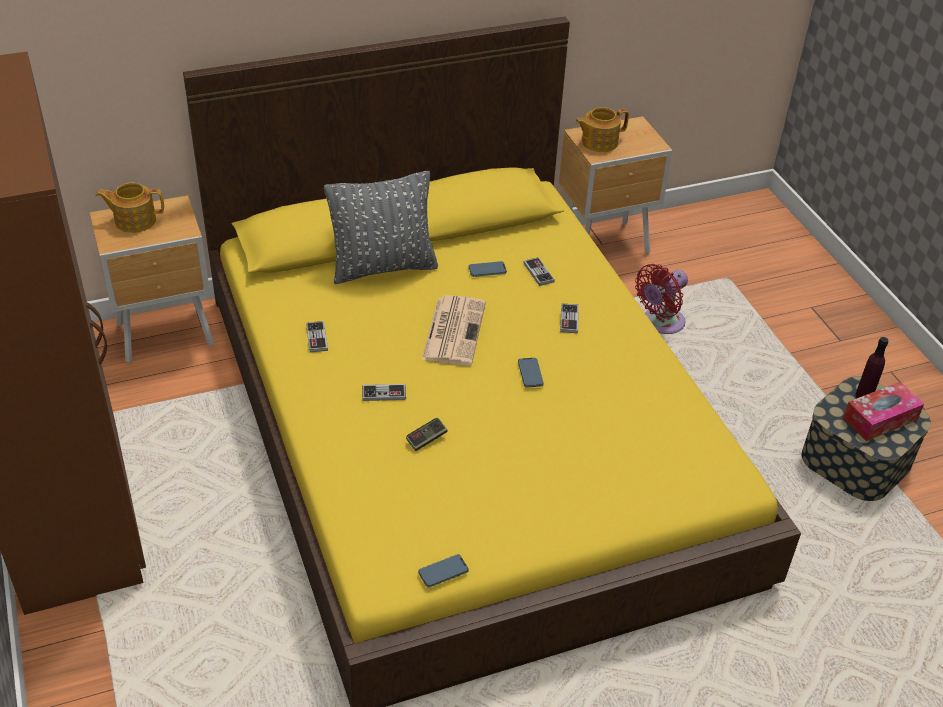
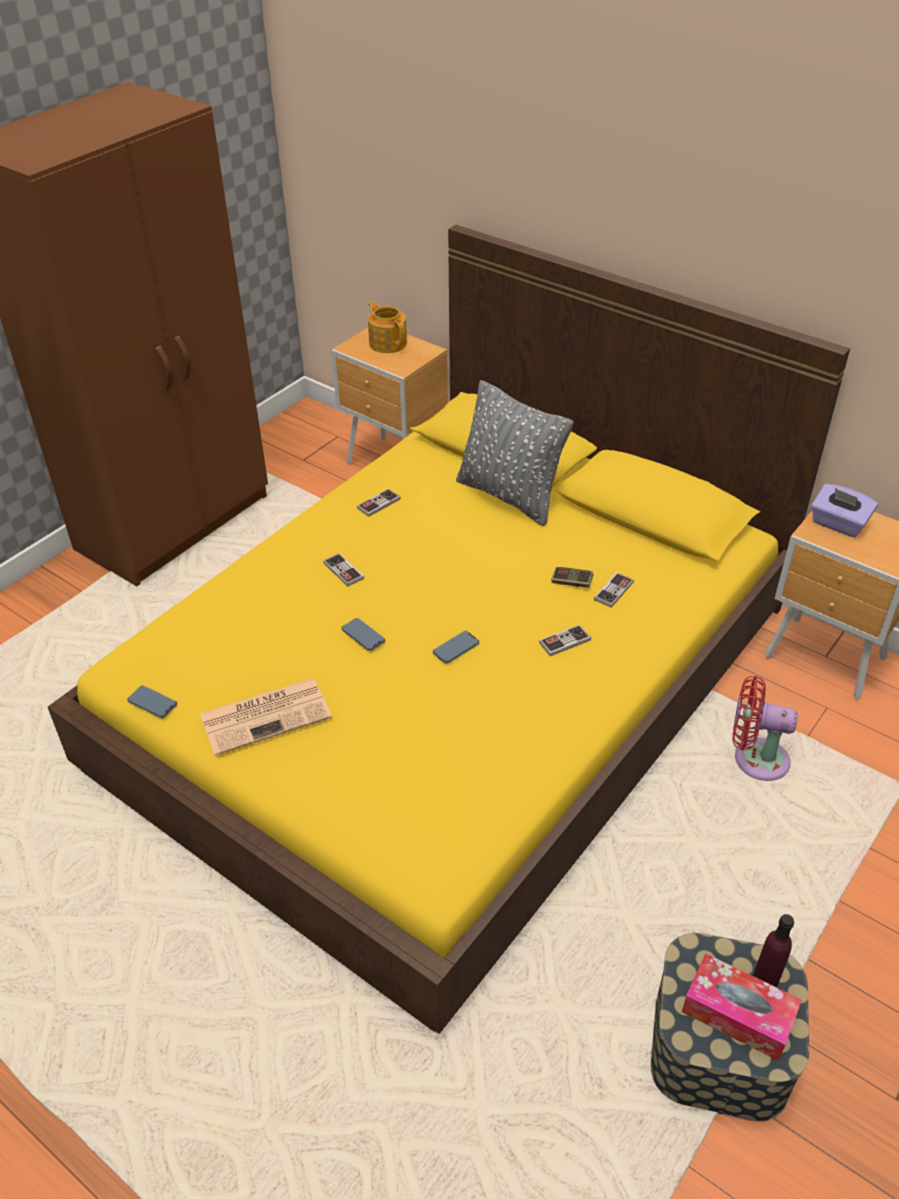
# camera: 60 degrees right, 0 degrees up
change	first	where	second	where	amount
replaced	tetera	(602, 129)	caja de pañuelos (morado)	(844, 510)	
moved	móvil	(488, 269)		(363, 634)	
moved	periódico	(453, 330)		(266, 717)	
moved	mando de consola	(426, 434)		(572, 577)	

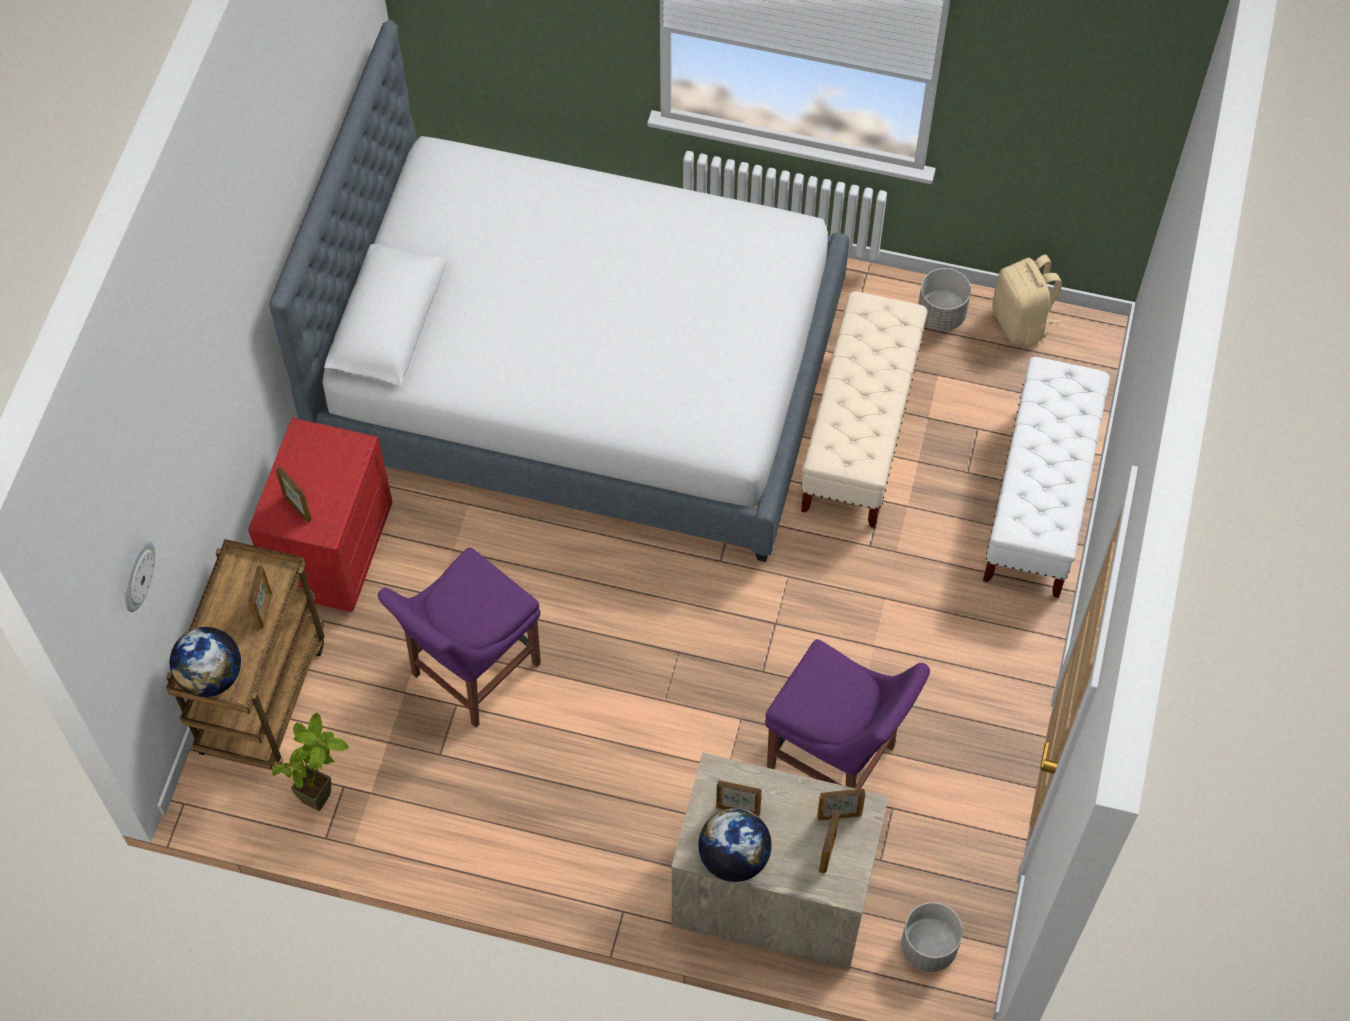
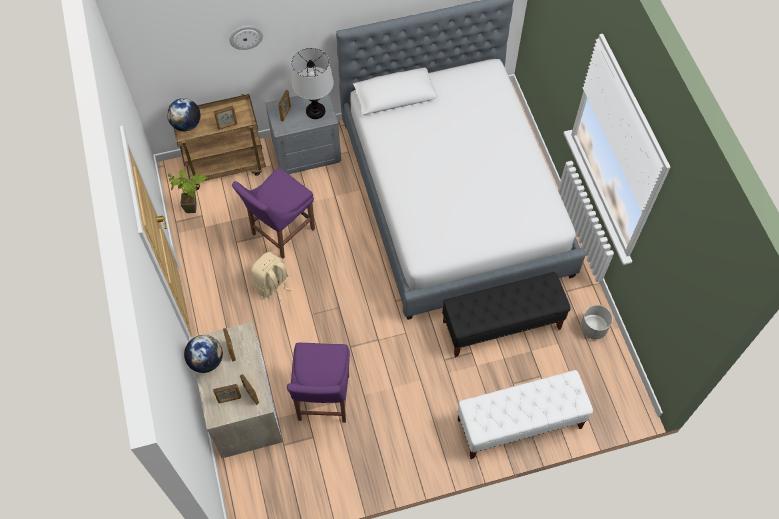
# camera: 60 degrees right, 0 degrees up
change	first	where	second	where	amount
moved	mochila (beis)	(1027, 300)		(272, 276)	
recoloured	banco (beis)	(864, 410)	banco (negro)	(506, 314)	
recoloured	mesita de noche (rojo)	(320, 515)	mesita de noche (gris)	(303, 134)	
moved	reloj de pared	(140, 576)		(246, 38)	
turned	silla (morado)	(459, 637)		(273, 213)	60 degrees counterclockwise
removed	maceta (gris)	(932, 937)			
added			lámpara de mesa	(312, 83)	

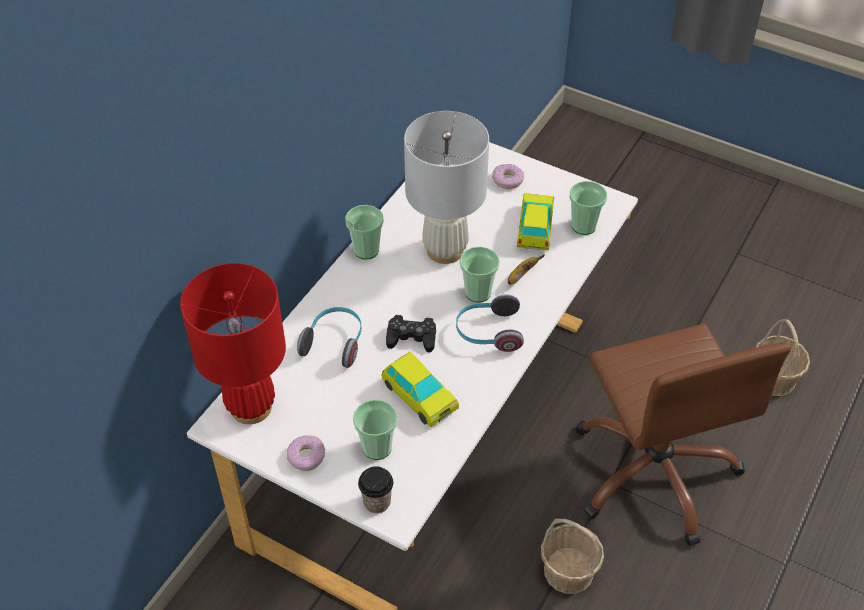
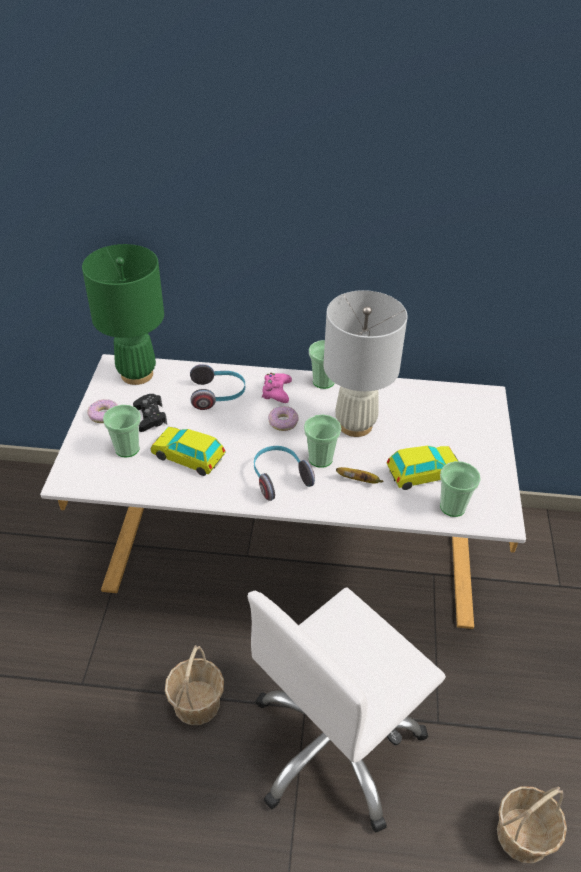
# camera: 65 degrees right, 5 degrees down
change	first	where	second	where	amount
moved	rosquilla	(508, 176)		(283, 418)	
recoloured	lámpara de mesa (rojo)	(233, 343)	lámpara de mesa (verde)	(123, 314)	
moved	mando de consola (negro)	(411, 334)		(150, 413)	
recoloured	silla de oficina (marrón)	(683, 434)	silla de oficina (blanco)	(347, 710)	
turned	coche de juguete	(420, 389)		(188, 451)	90 degrees clockwise
removed	taza	(375, 489)			
added			mando de consola (rosa)	(277, 388)	

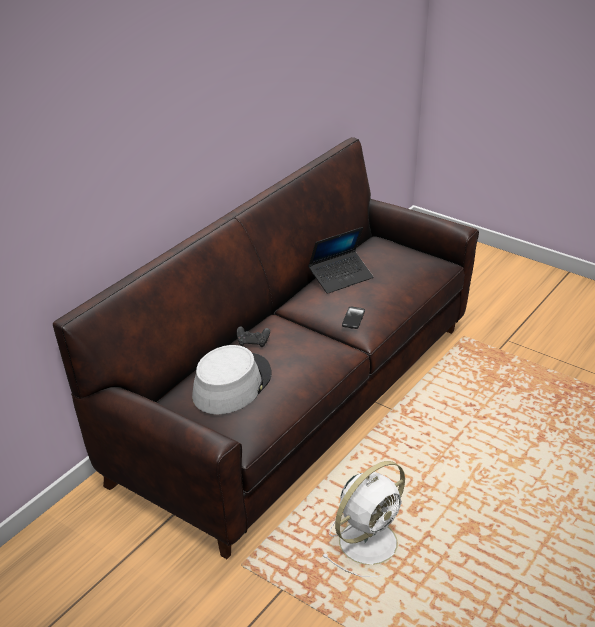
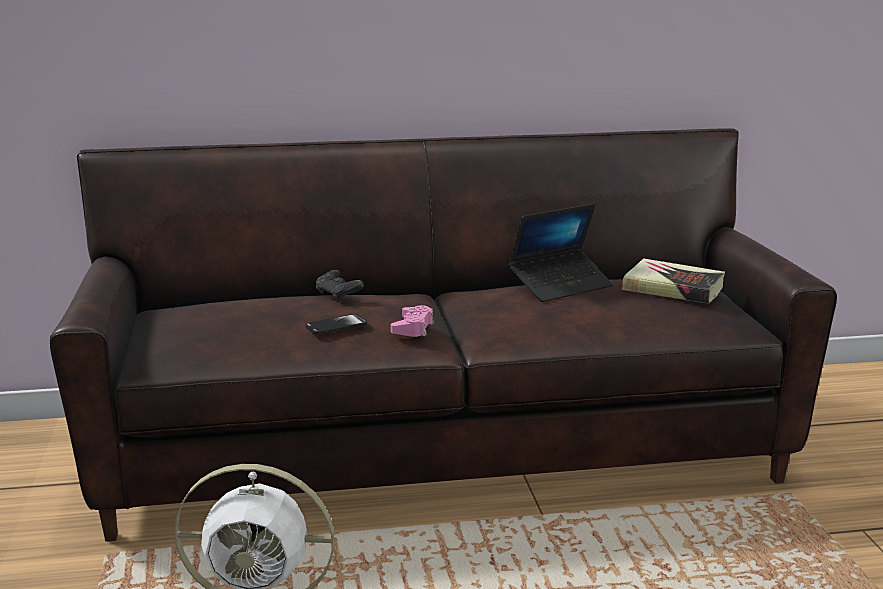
# camera: 45 degrees right, 15 degrees down
change	first	where	second	where	amount
turned	portátil	(340, 260)		(560, 253)	45 degrees counterclockwise
moved	móvil	(353, 317)		(336, 324)	
removed	sombrero (gris)	(232, 380)			
added			libro	(673, 281)	
added			mando de consola (rosa)	(412, 321)	

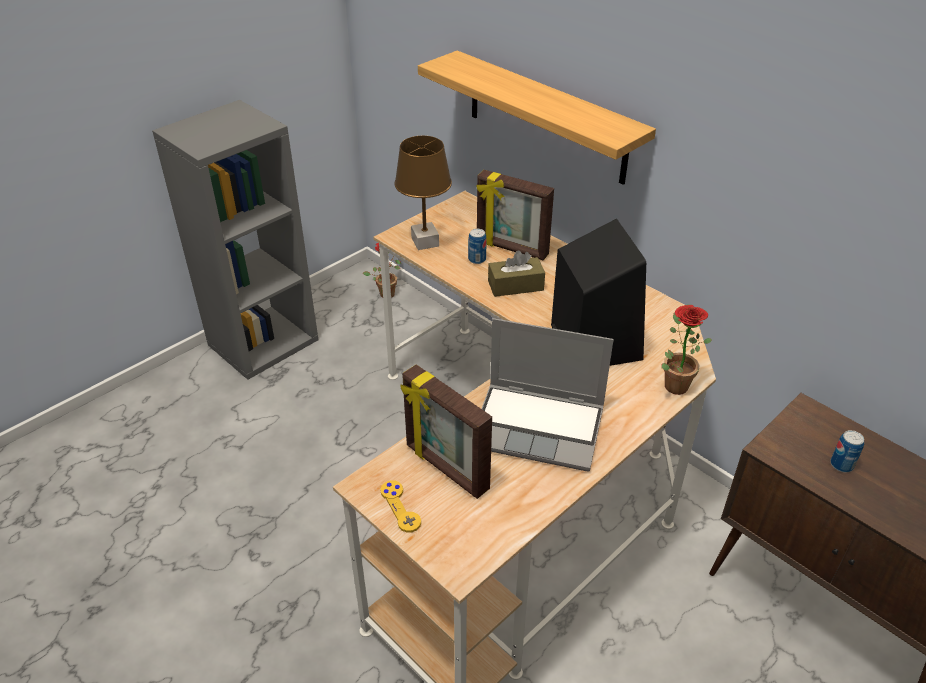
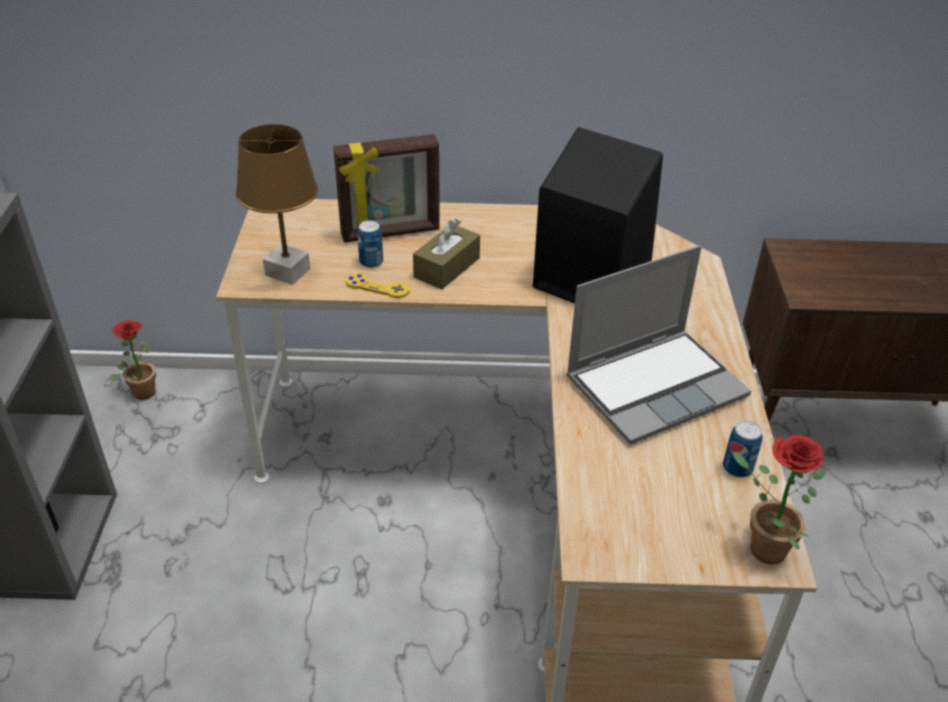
# camera: 45 degrees left, 0 degrees up
change	first	where	second	where	amount
removed	estante	(537, 117)			
moved	planta en maceta	(686, 350)		(779, 500)	
removed	portarretratos	(446, 431)			
moved	lata	(847, 451)		(743, 449)	
moved	mando de consola (amarillo)	(400, 506)		(377, 285)	

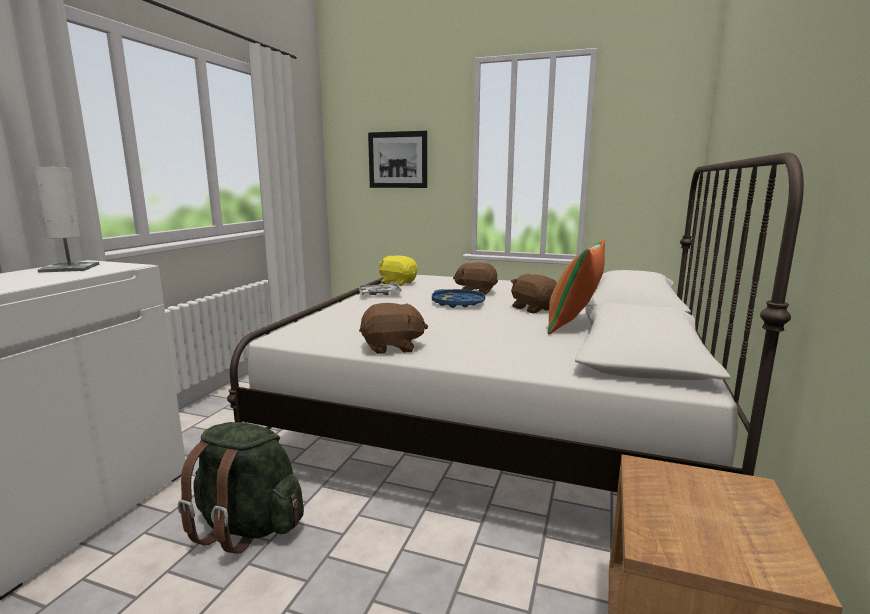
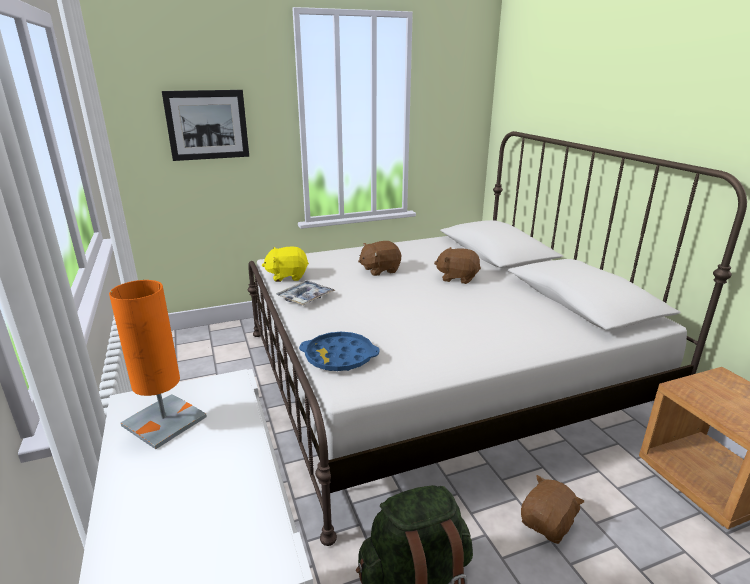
# camera: 40 degrees left, 10 degrees up
change	first	where	second	where	amount
recoloured	lámpara de mesa (blanco)	(66, 220)	lámpara de mesa (naranja)	(158, 364)	
removed	cojín	(576, 286)			
moved	bandeja (azul)	(458, 298)		(339, 351)	
moved	peluche (marrón)	(393, 328)		(552, 509)	

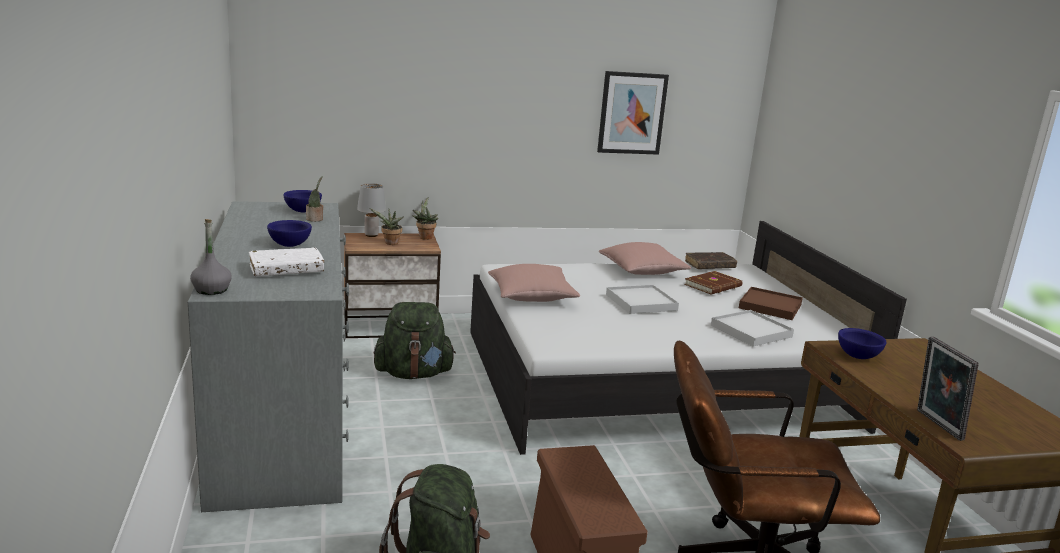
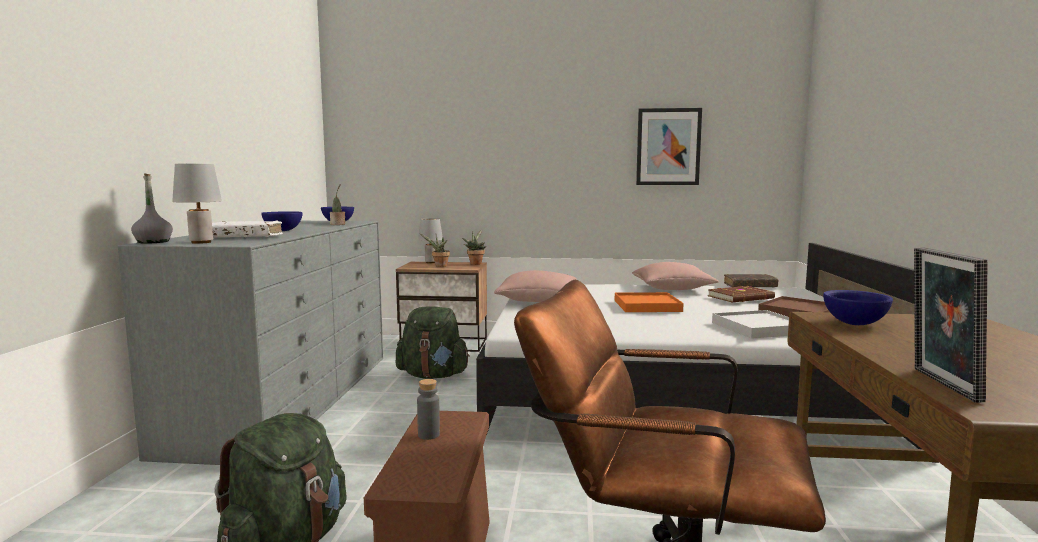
# camera: 20 degrees right, 10 degrees down
change	first	where	second	where	amount
recoloured	bandeja (blanco)	(642, 299)	bandeja (naranja)	(649, 302)	
added			lámpara de mesa (gris)	(197, 204)	
added			botella (gris)	(428, 409)	

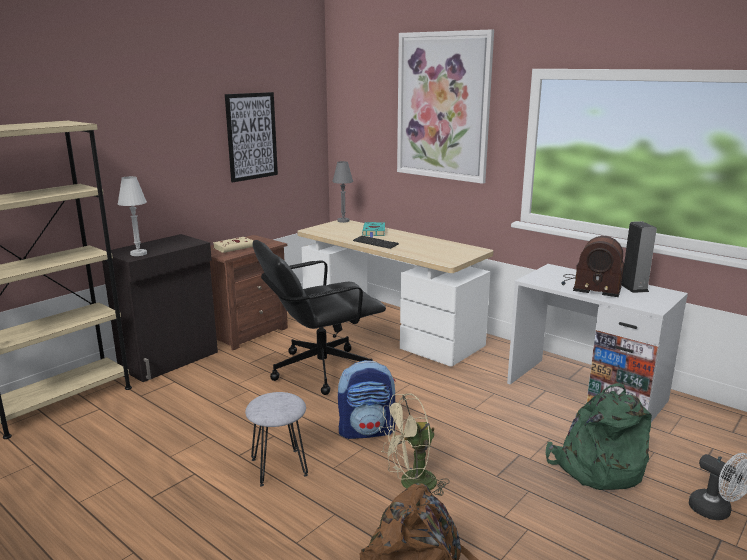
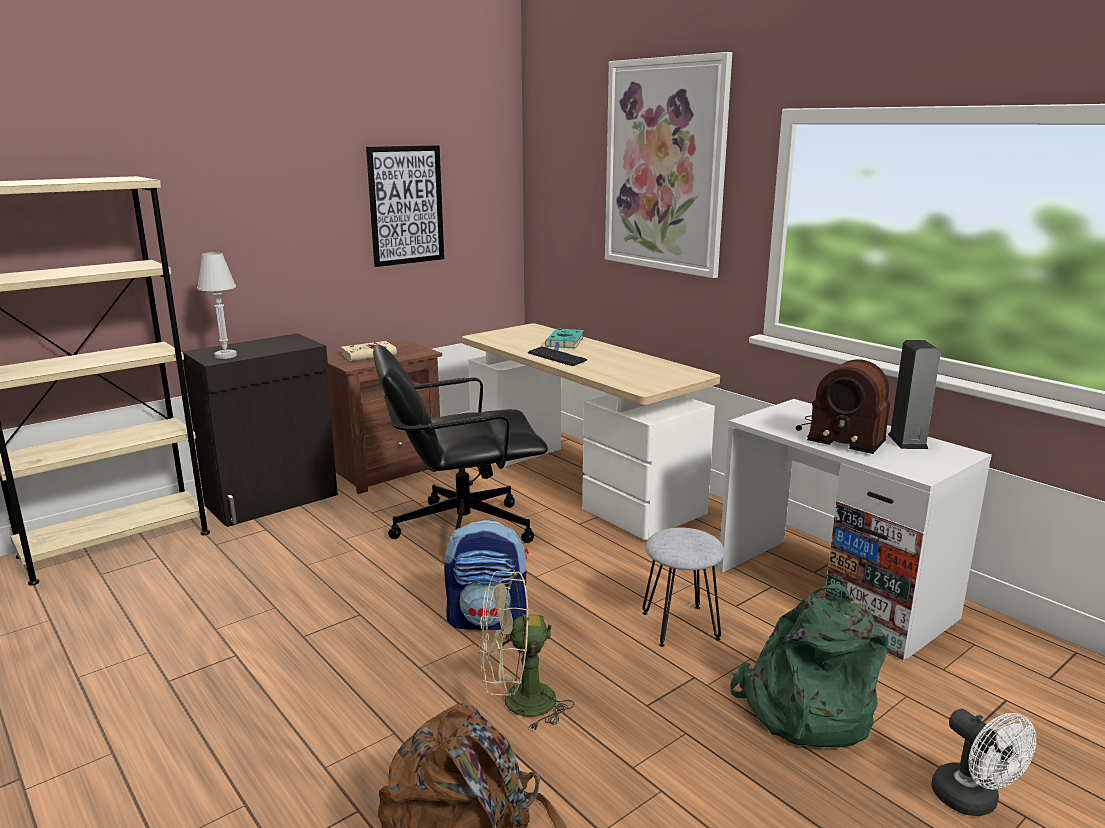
# camera: 10 degrees right, 0 degrees up
change	first	where	second	where	amount
removed	lámpara de mesa (gris)	(342, 192)			
moved	taburete (gris)	(276, 439)		(683, 587)	

